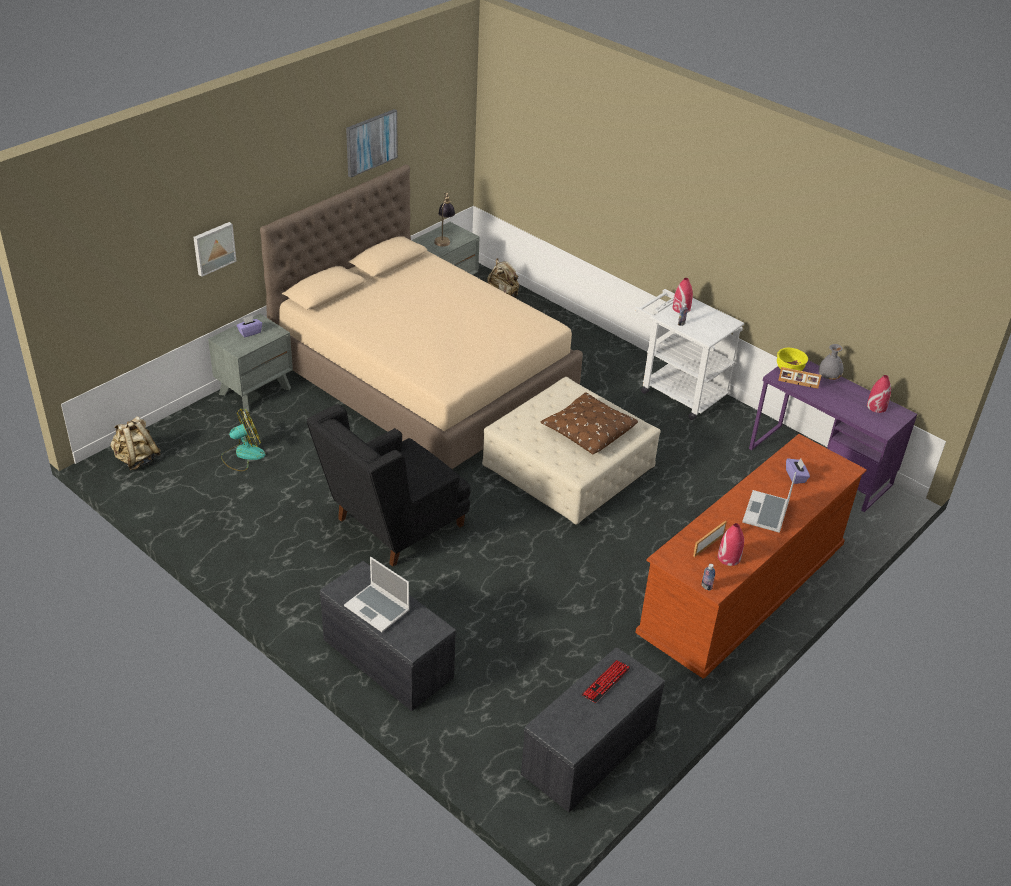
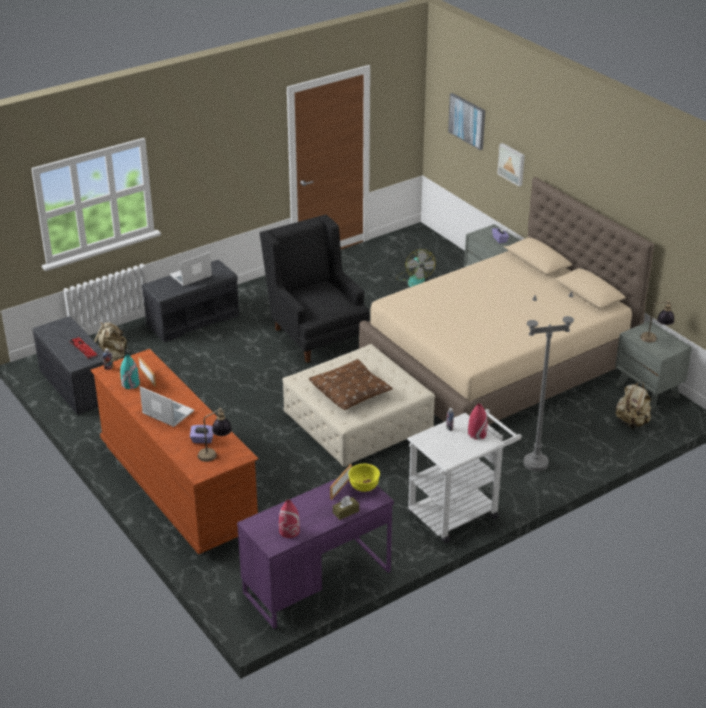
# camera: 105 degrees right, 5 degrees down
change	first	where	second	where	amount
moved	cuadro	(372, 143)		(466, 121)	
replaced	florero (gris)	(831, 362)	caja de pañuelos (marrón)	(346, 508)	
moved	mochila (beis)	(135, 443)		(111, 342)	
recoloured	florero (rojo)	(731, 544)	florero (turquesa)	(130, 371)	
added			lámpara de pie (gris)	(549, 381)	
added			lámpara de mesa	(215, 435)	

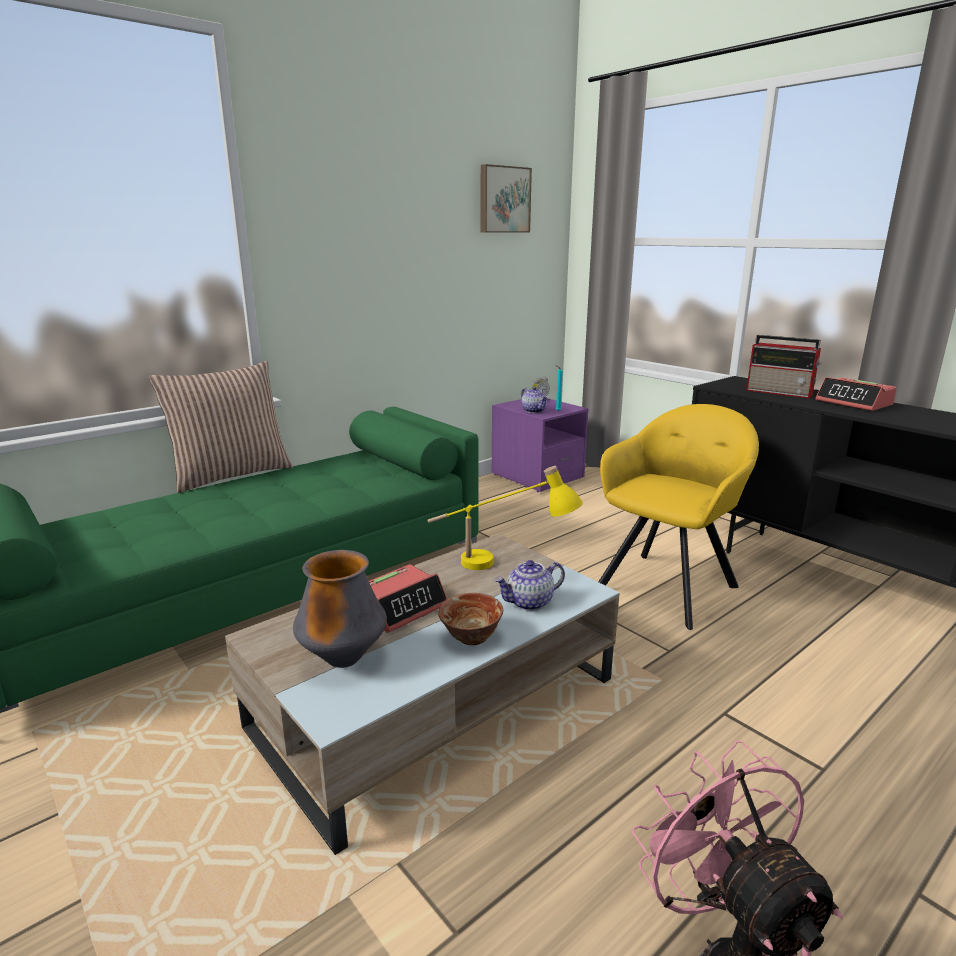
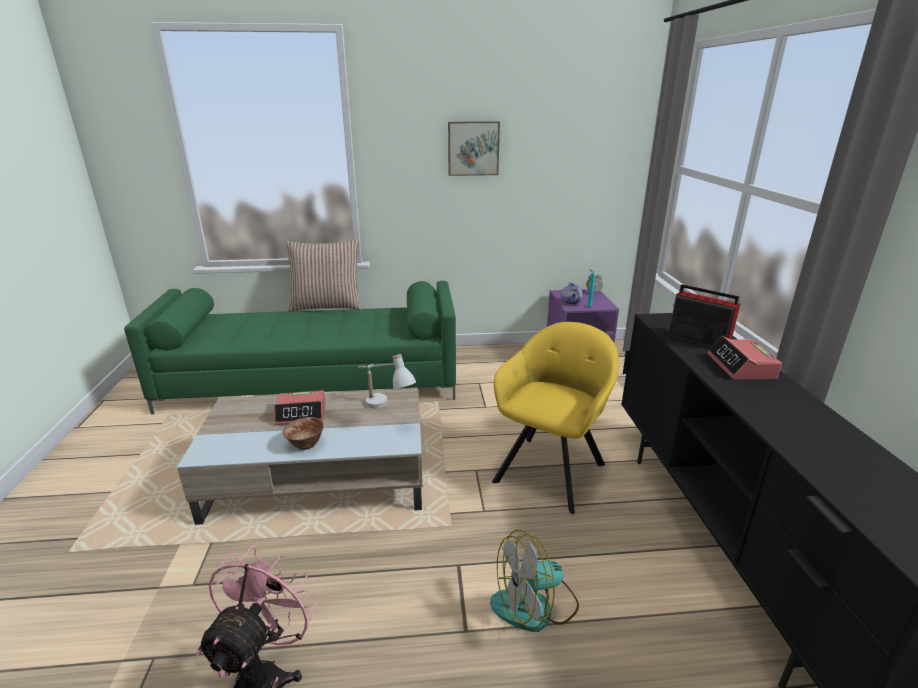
# camera: 35 degrees right, 5 degrees up
change	first	where	second	where	amount
moved	cuadro	(506, 198)		(474, 148)	
turned	radio	(784, 366)		(705, 315)	150 degrees clockwise
turned	sillón (amarillo)	(678, 517)		(555, 418)	45 degrees counterclockwise
recoloured	lámpara de mesa (amarillo)	(505, 518)	lámpara de mesa (blanco)	(387, 381)	
removed	florero	(340, 609)			
removed	tetera	(530, 585)			
added			ventilador	(534, 581)	

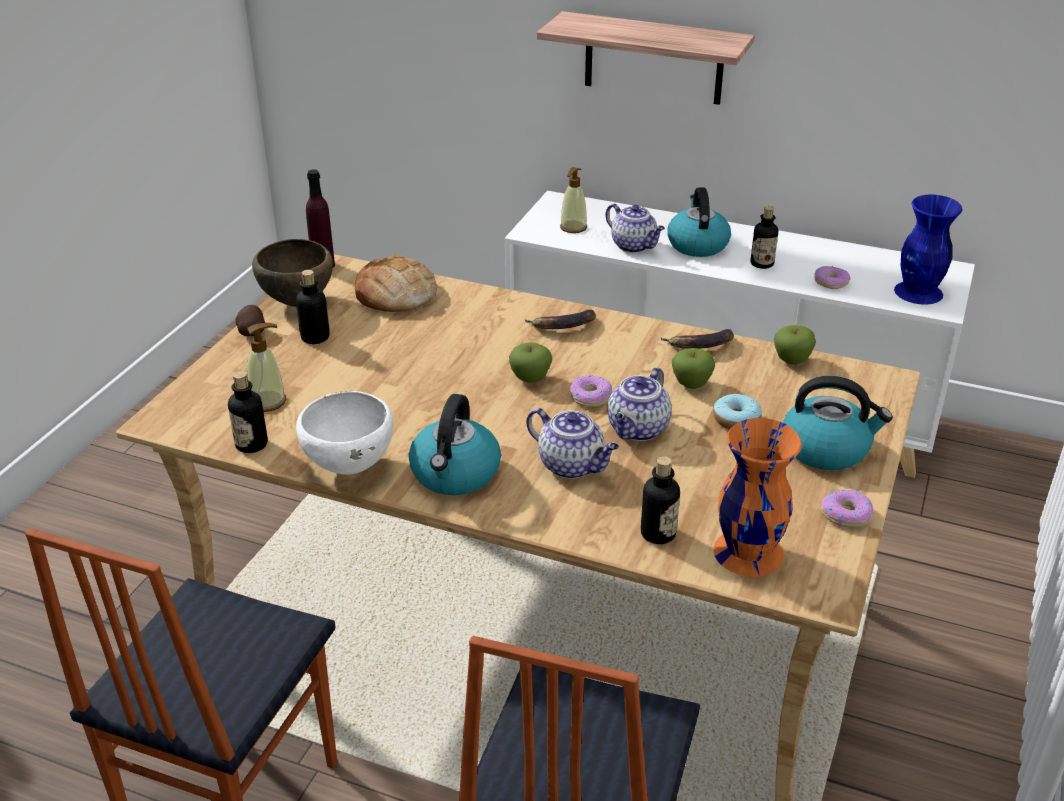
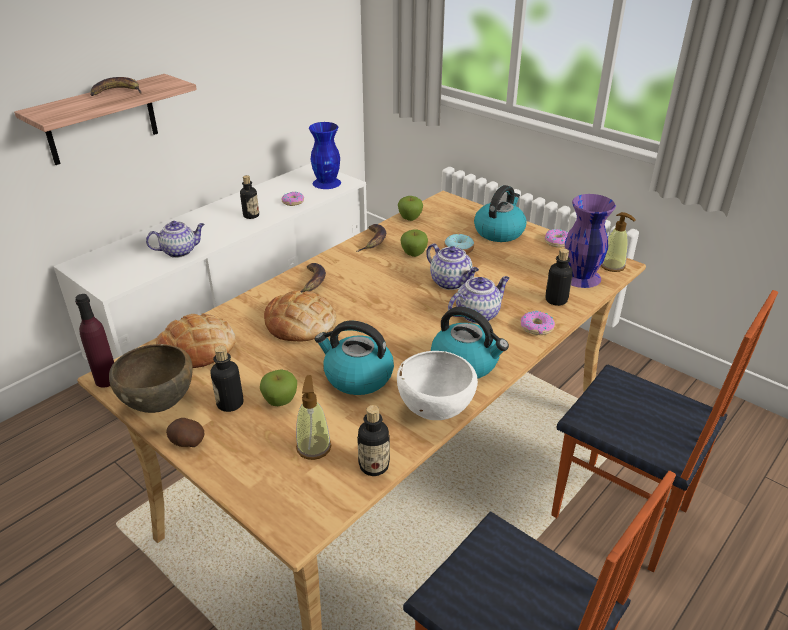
# camera: 70 degrees left, 0 degrees up
change	first	where	second	where	amount
moved	dispensador de jabón	(573, 200)		(618, 242)	
moved	hervidor	(699, 222)		(354, 358)	
moved	manzana	(530, 362)		(278, 387)	
moved	rosquilla	(591, 391)		(538, 323)	
recoloured	florero (naranja)	(757, 497)	florero (morado)	(590, 241)	
added			plátano	(116, 86)	
added			pan	(300, 316)	

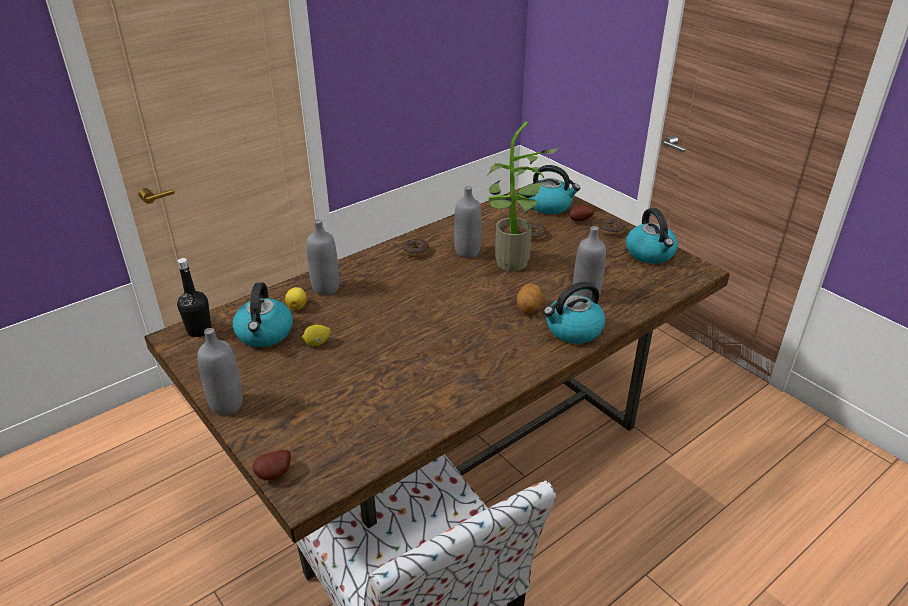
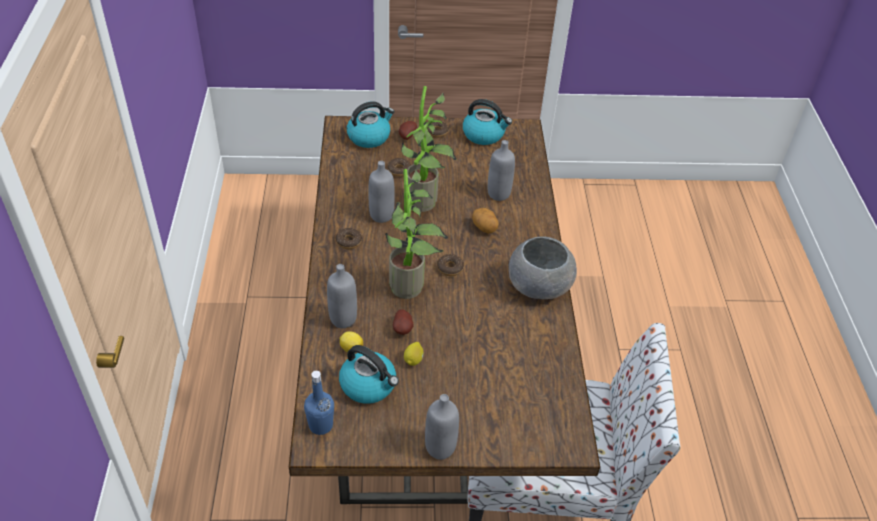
# camera: 55 degrees left, 10 degrees up
change	first	where	second	where	amount
recoloured	botella (negro)	(194, 297)	botella (azul)	(319, 403)	
removed	hervidor	(574, 312)			
moved	patata	(271, 465)		(403, 322)	
added			planta en maceta	(416, 234)	
added			cuenco (gris)	(543, 267)	
added			rosquilla	(450, 265)	

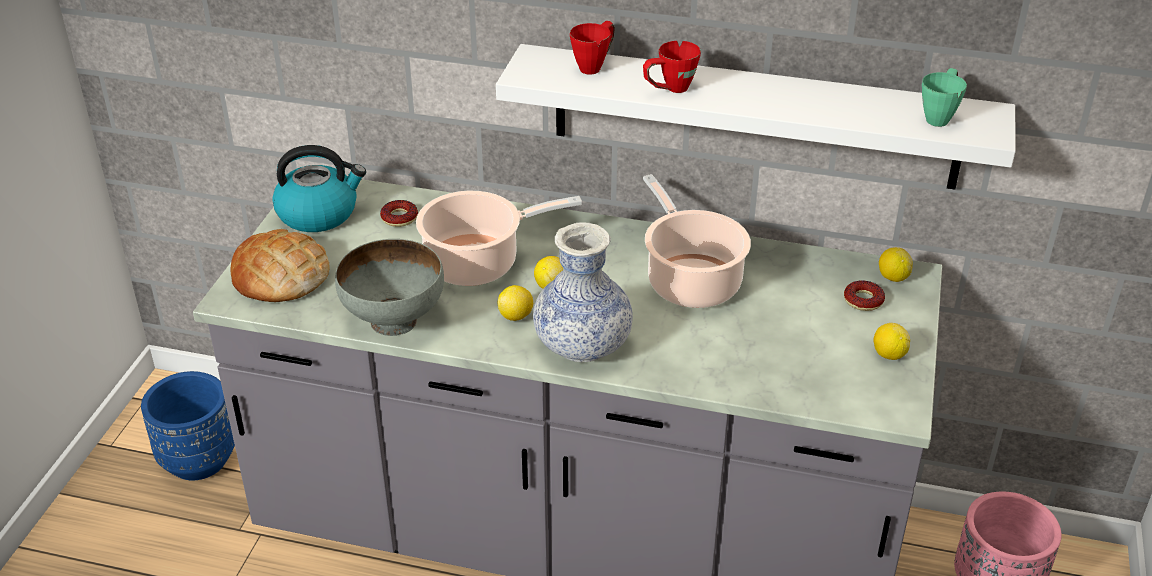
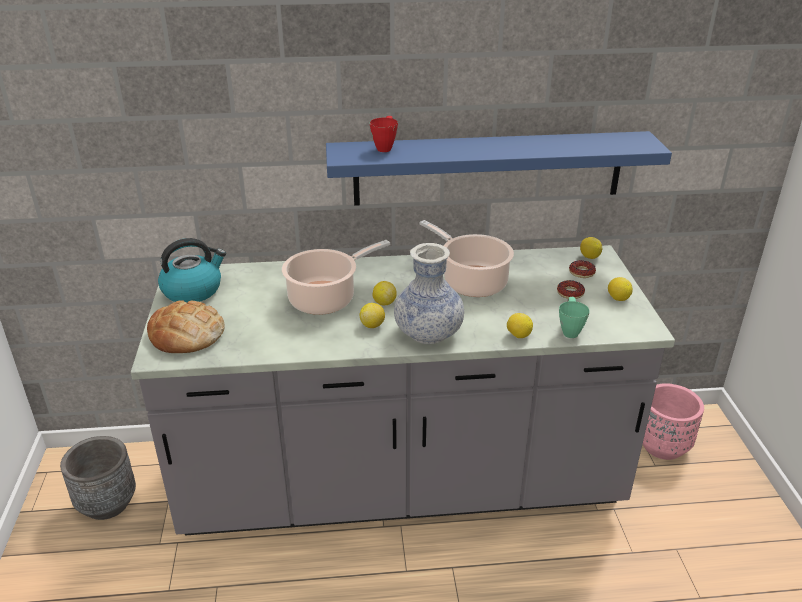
# camera: 20 degrees left, 5 degrees down
change	first	where	second	where	amount
removed	taza grande (rojo)	(672, 67)			
recoloured	estante (blanco)	(756, 117)	estante (azul)	(499, 168)	
moved	taza grande (verde)	(944, 97)		(574, 317)	
moved	rosquilla	(399, 213)		(571, 289)	
removed	cuenco (gris)	(389, 287)			
recoloured	maceta (azul)	(188, 425)	maceta (gris)	(98, 478)	
added			limón	(520, 325)	

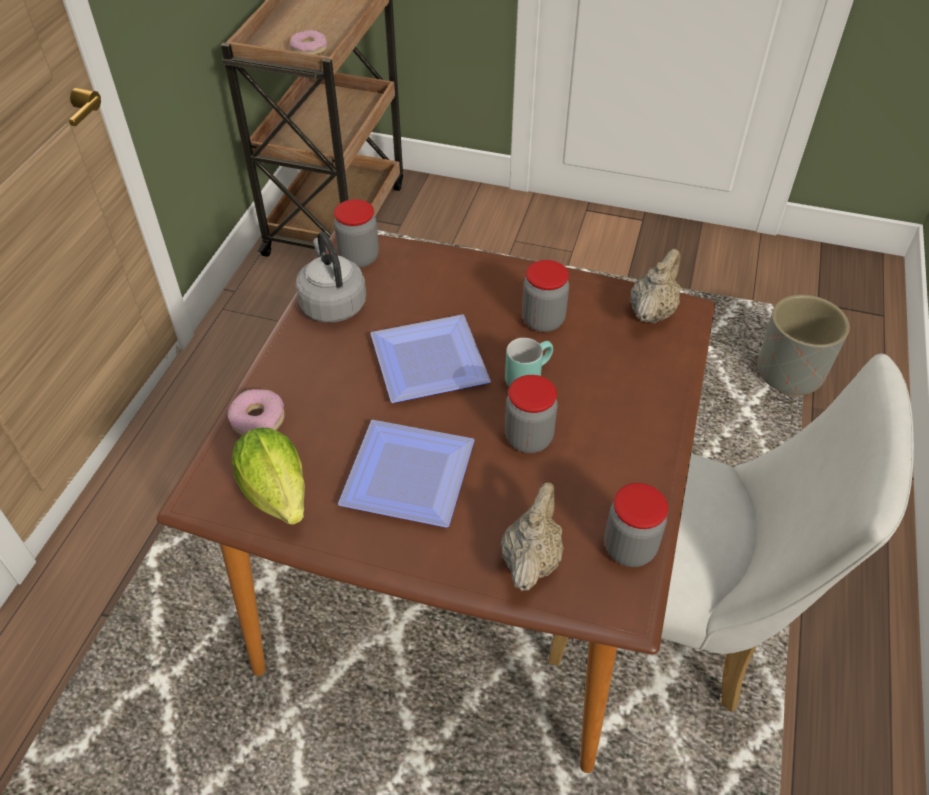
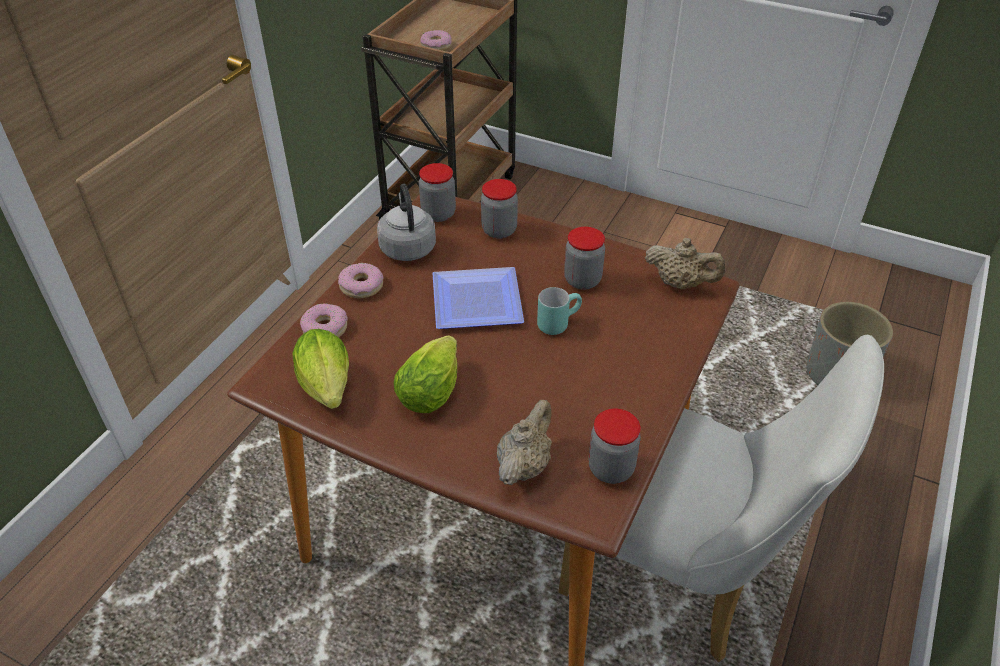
# camera: 10 degrees right, 5 degrees down
change	first	where	second	where	amount
turned	tetera (beis)	(655, 286)		(685, 263)	75 degrees clockwise
moved	tarro	(531, 414)		(499, 209)	
replaced	plato	(406, 474)	lechuga	(425, 374)	
added			rosquilla	(361, 280)	

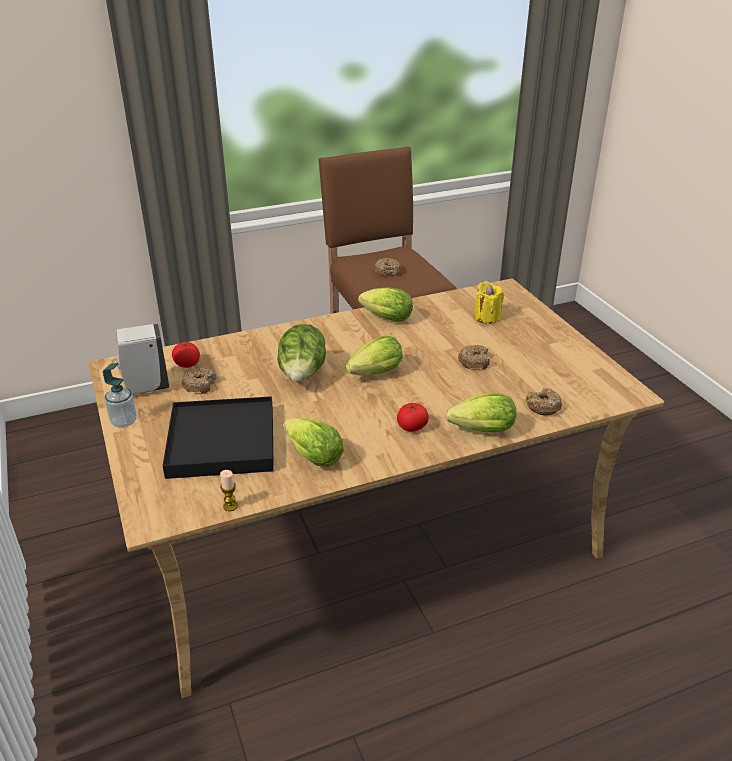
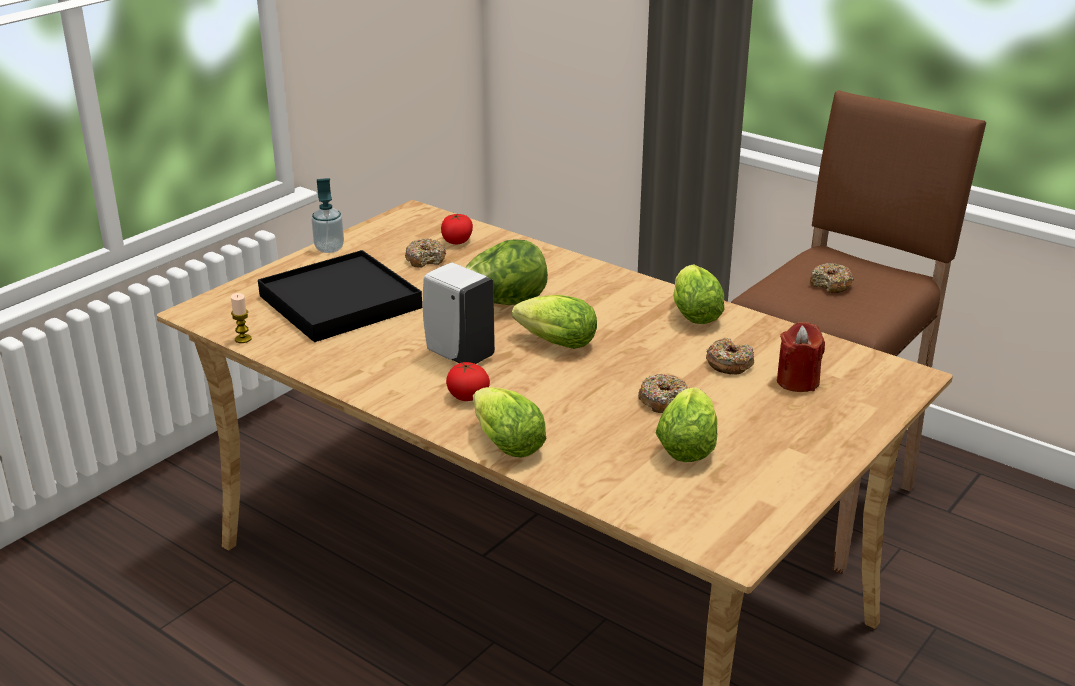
# camera: 60 degrees right, 5 degrees down
change	first	where	second	where	amount
recoloured	vela (amarillo)	(489, 302)	vela (rojo)	(801, 357)	
moved	dispensador de jabón (blanco)	(143, 359)		(459, 313)	
moved	rosquilla	(544, 401)		(730, 356)	
moved	lechuga	(313, 442)		(686, 424)	

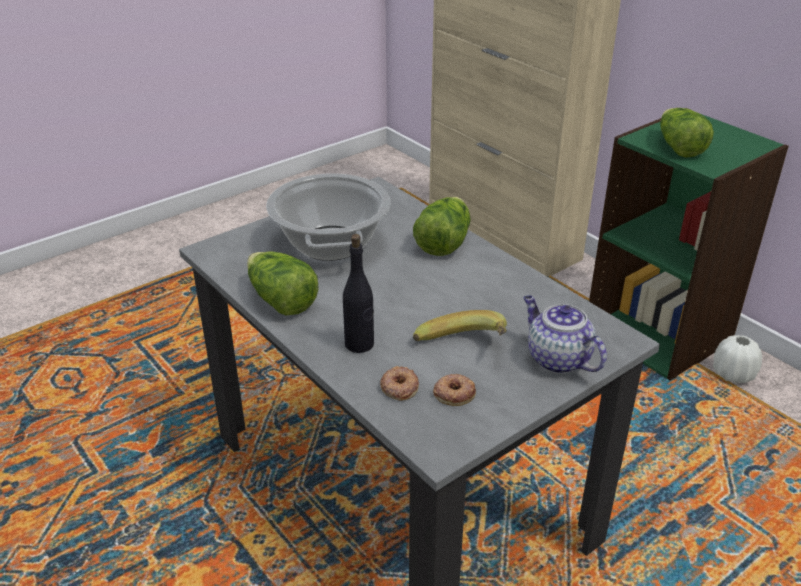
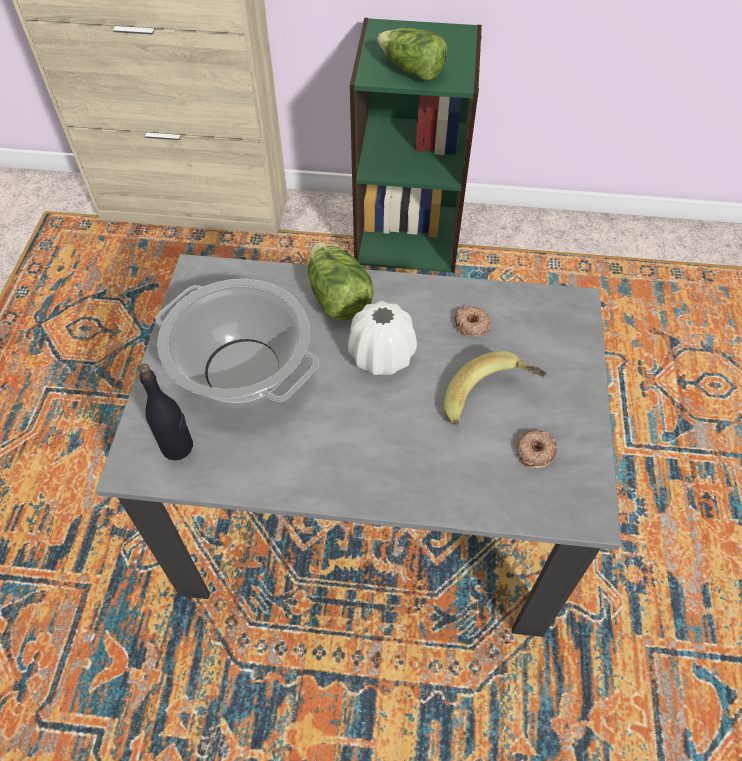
# camera: 45 degrees left, 20 degrees up
change	first	where	second	where	amount
moved	botella (negro)	(358, 293)		(165, 412)	
removed	lechuga	(283, 283)			
removed	tetera	(565, 334)			
moved	florero (blanco)	(737, 359)		(382, 338)	
moved	rosquilla	(399, 383)		(472, 321)	

